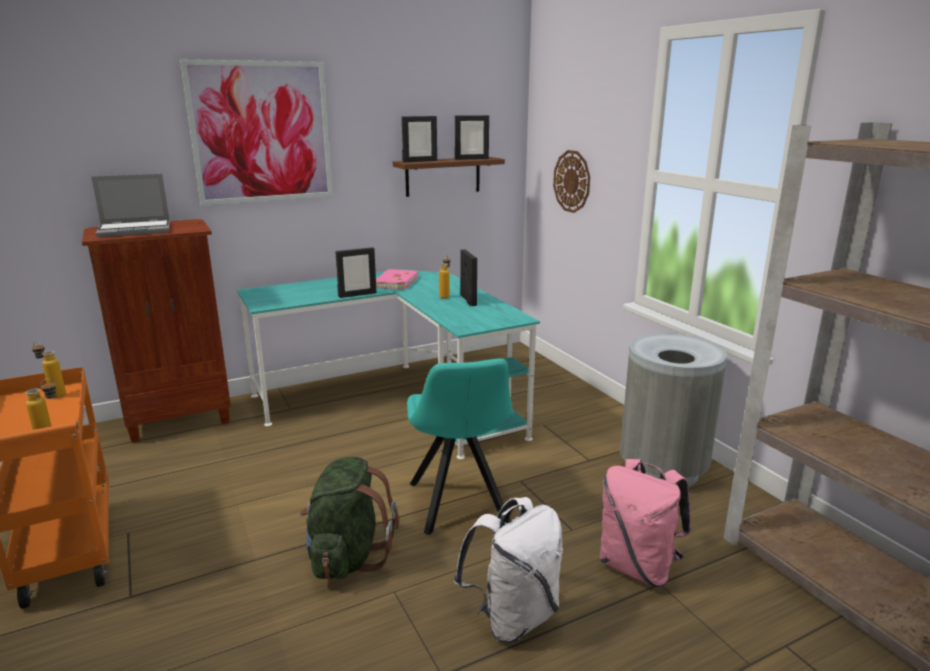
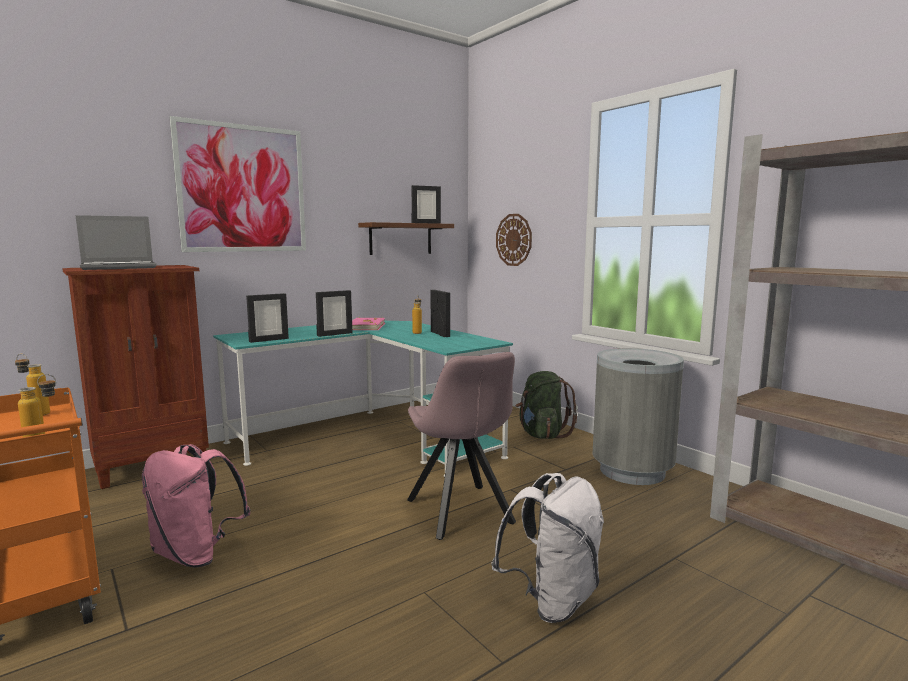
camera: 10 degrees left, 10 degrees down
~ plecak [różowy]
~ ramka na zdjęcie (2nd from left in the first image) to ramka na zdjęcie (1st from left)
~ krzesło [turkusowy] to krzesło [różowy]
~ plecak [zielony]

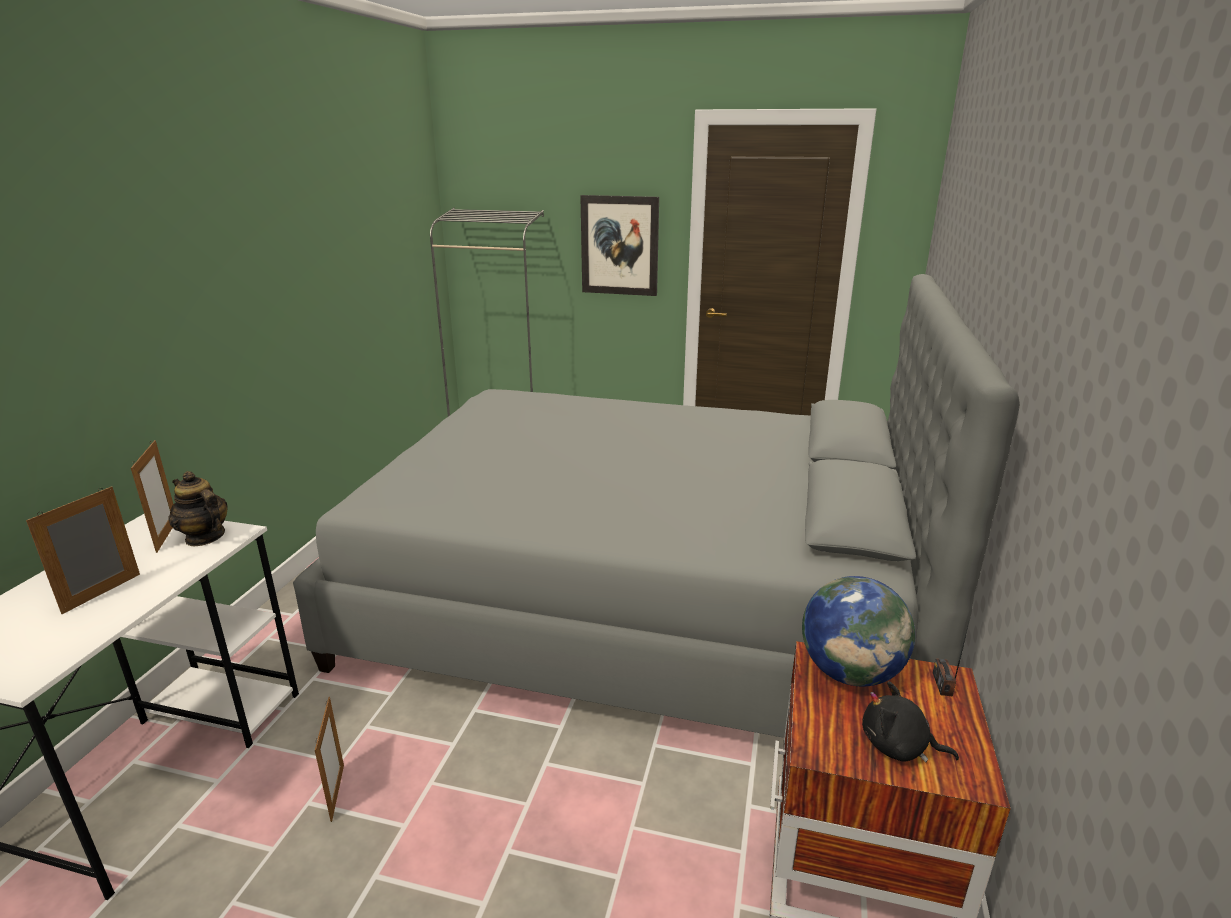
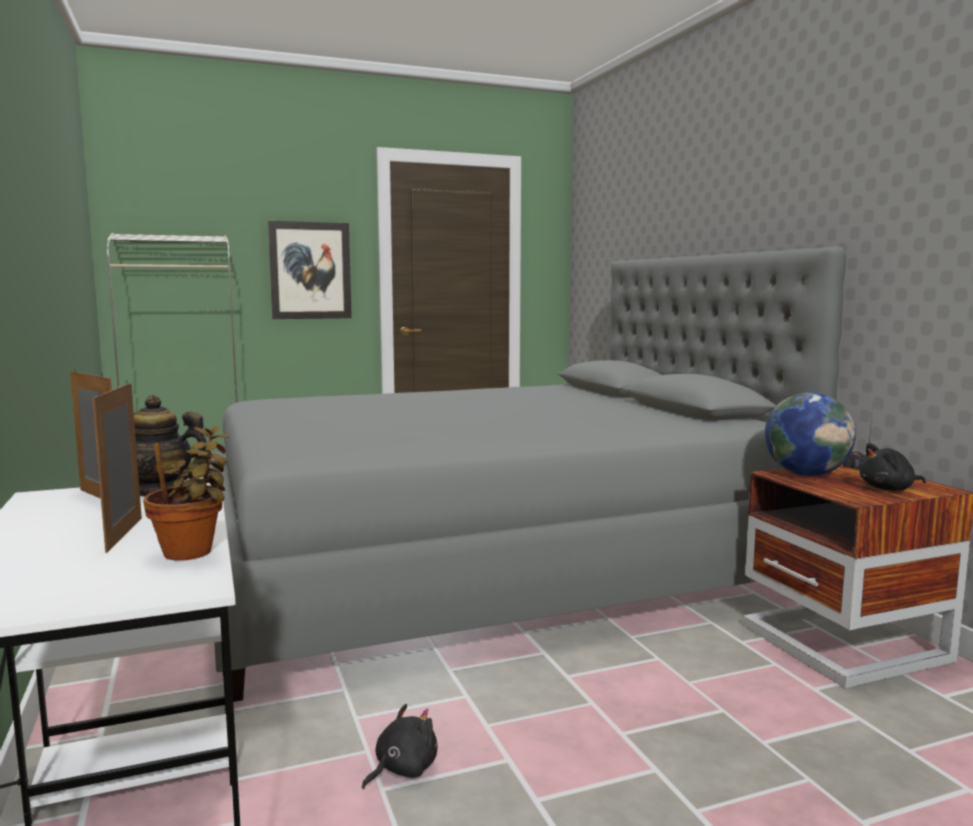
camera: 35 degrees left, 15 degrees down
+ roślina doniczkowa
~ ramka na zdjęcie (3rd from left) to pluszak [czarny] (1st from left)

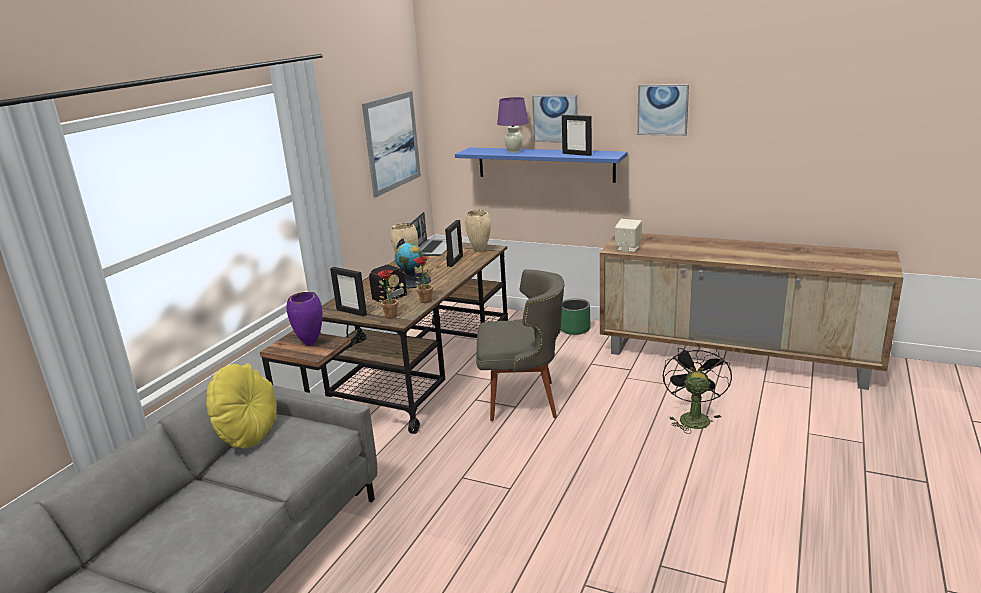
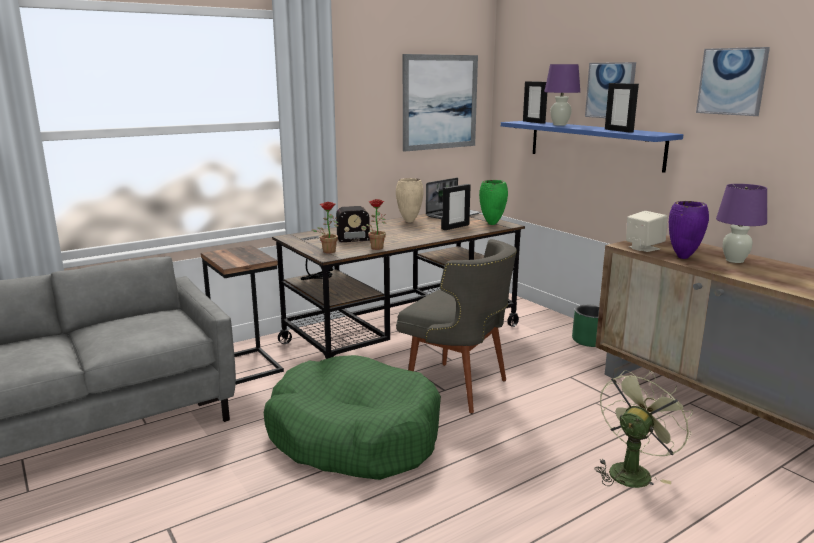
camera: 30 degrees right, 5 degrees down
+ legowisko [zielony]
~ wazon [beżowy] (2nd from left) to wazon [zielony]
~ ramka na zdjęcie (1st from left in the first image) to ramka na zdjęcie (2nd from left)
~ wentylator [czarny] to wentylator [zielony]
~ wazon [fioletowy]
+ lampa stołowa [fioletowy] (2nd from left)
- poduszka [żółty]
- globus

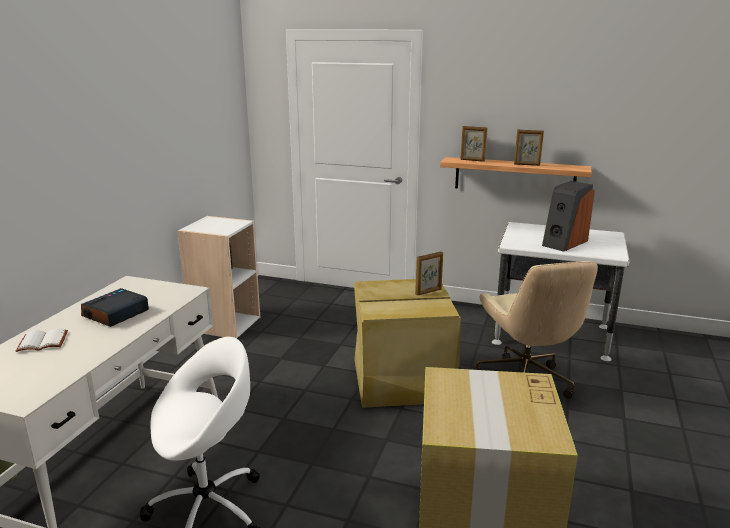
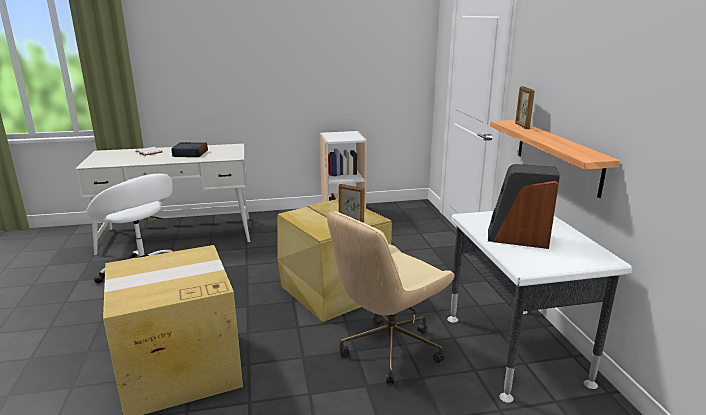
camera: 60 degrees right, 0 degrees up
- ramka na zdjęcie (3rd from left)

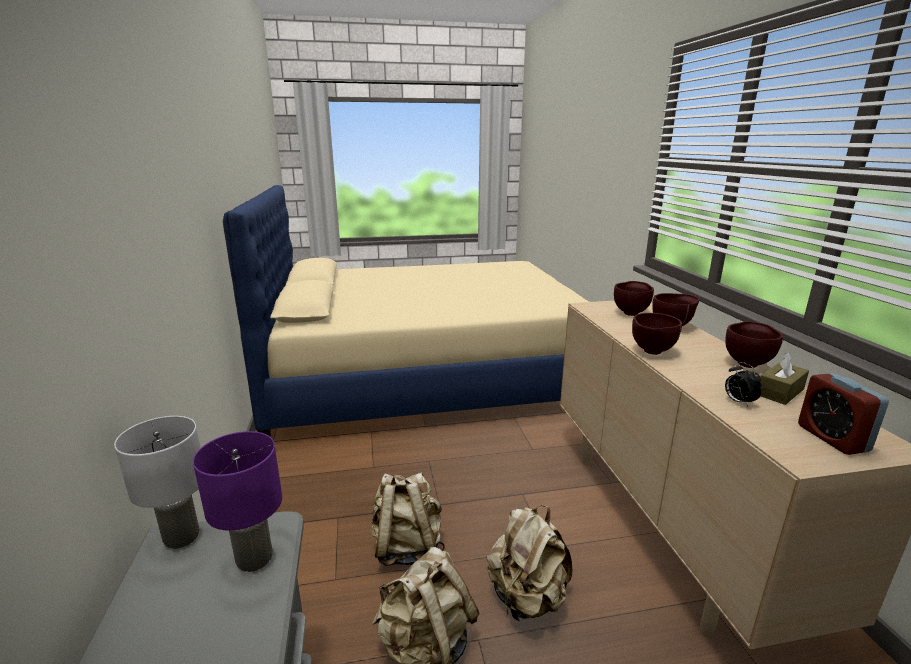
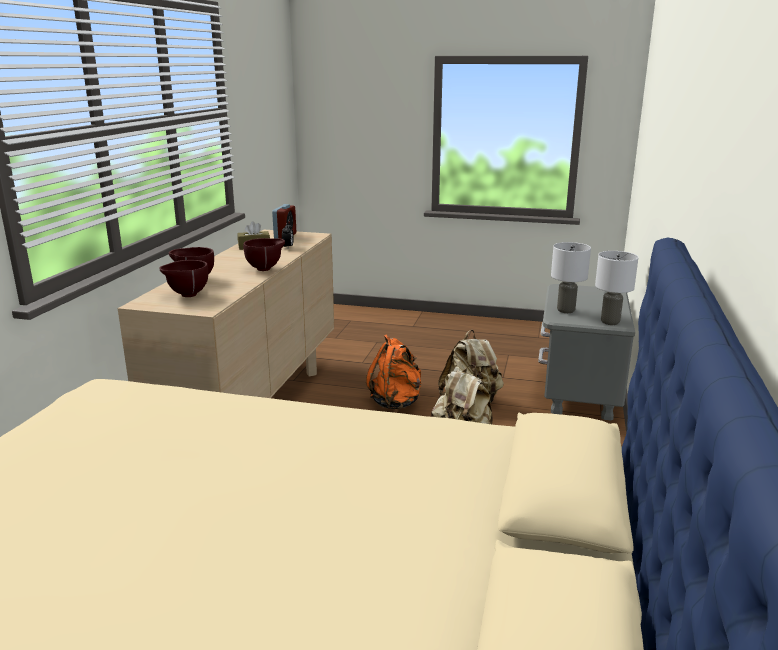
camera: 155 degrees left, 0 degrees up
~ plecak [beżowy] (3rd from left) to plecak [pomarańczowy]
~ lampa stołowa [fioletowy] to lampa stołowa [biały] (1st from left)
- miska [brązowy] (4th from left)

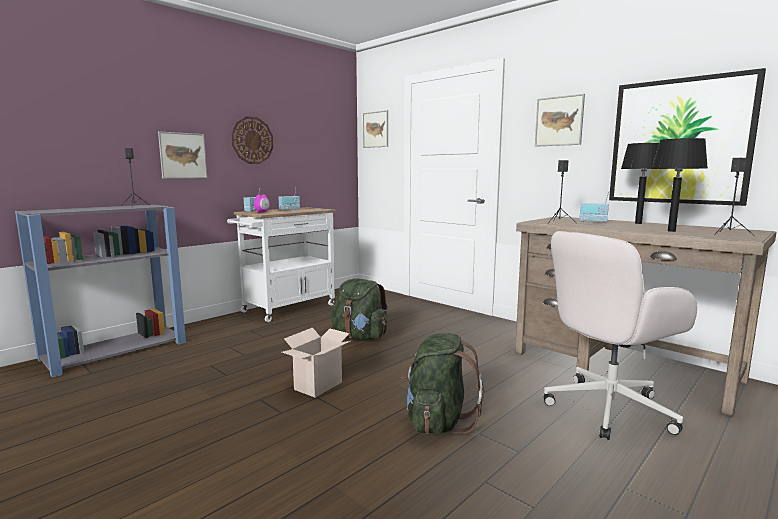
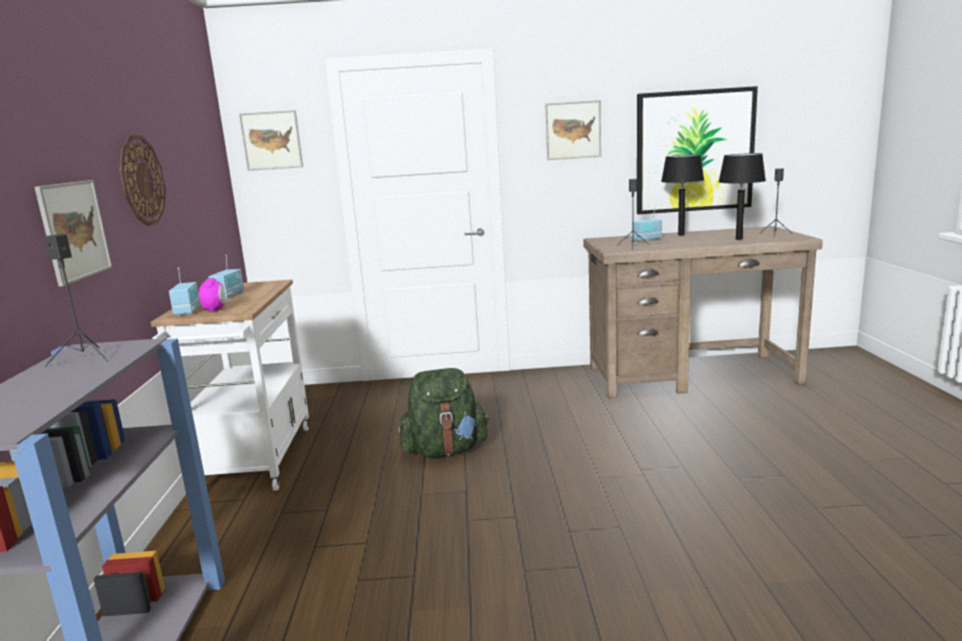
camera: 45 degrees left, 5 degrees up
- karton
- plecak [zielony] (2nd from left)
- krzesło biurowe [biały]

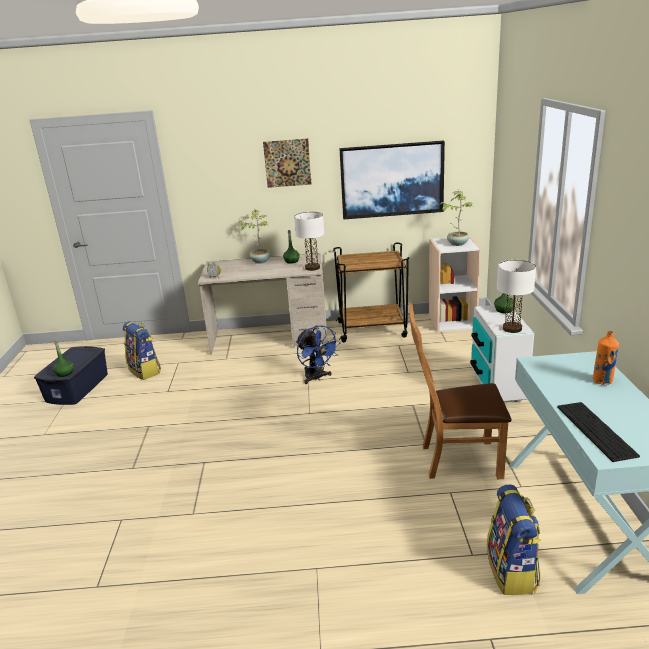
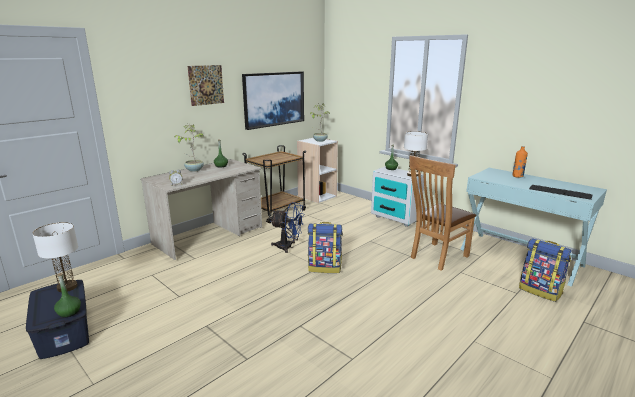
camera: 45 degrees left, 5 degrees down
~ lampa stołowa (1st from left)
~ plecak (1st from left)

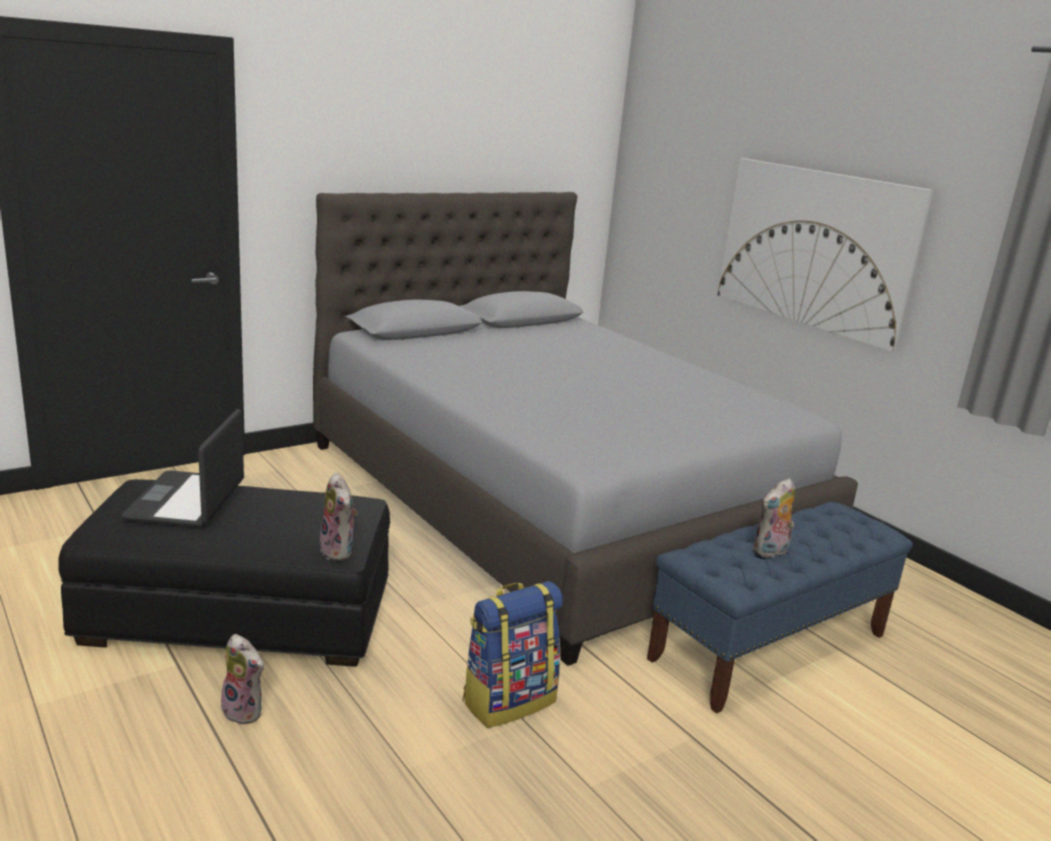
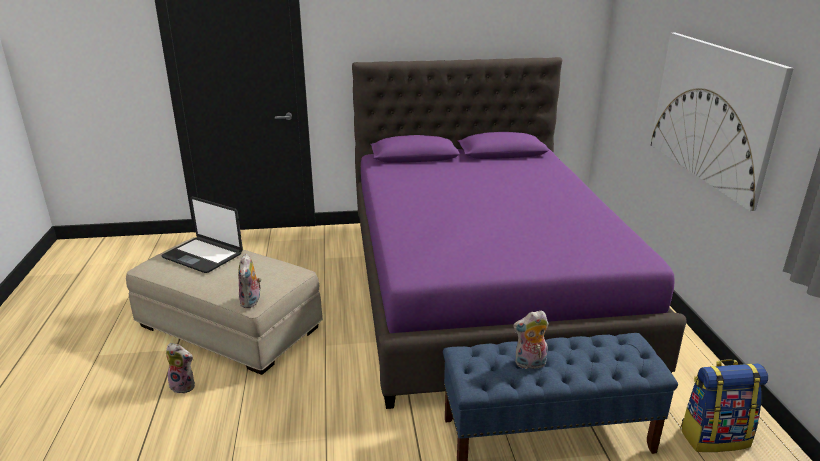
camera: 30 degrees right, 5 degrees up
~ pufa [czarny] to pufa [beżowy]
~ laptop 90 degrees counterclockwise
~ pluszak (1st from left) 45 degrees counterclockwise
~ łóżko [szary] to łóżko [fioletowy]
~ plecak

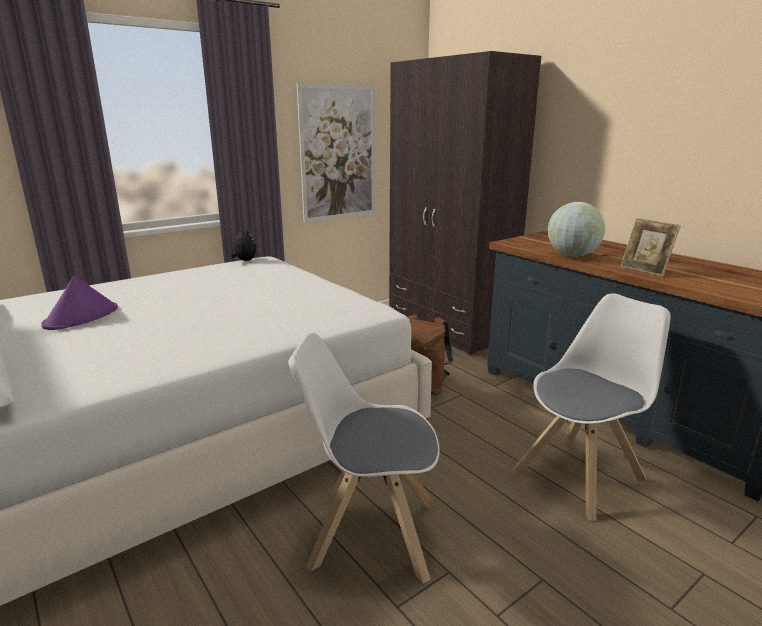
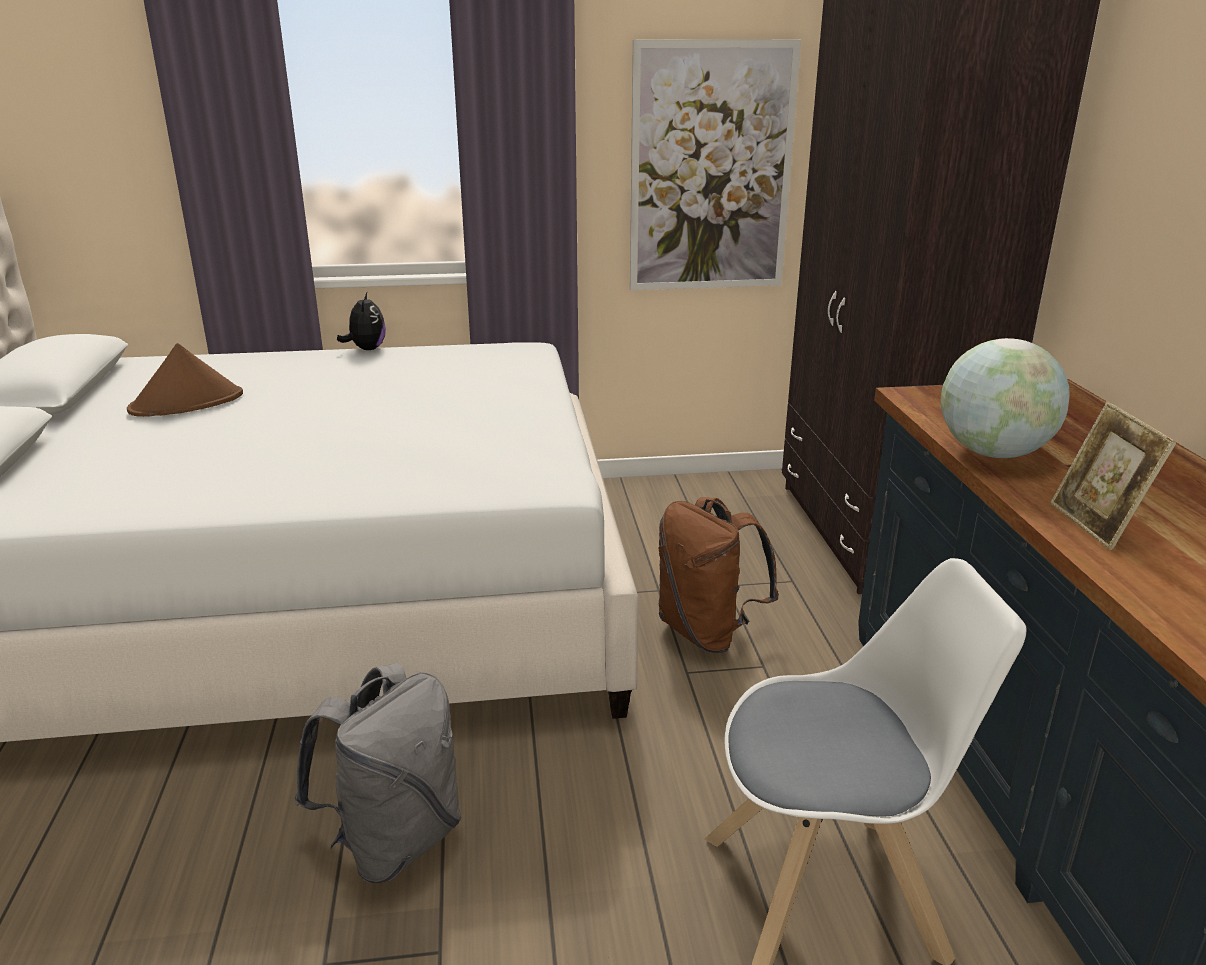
camera: 30 degrees right, 5 degrees up
~ kapelusz [fioletowy] to kapelusz [brązowy]
~ krzesło (1st from left) to plecak [szary]
~ pluszak

